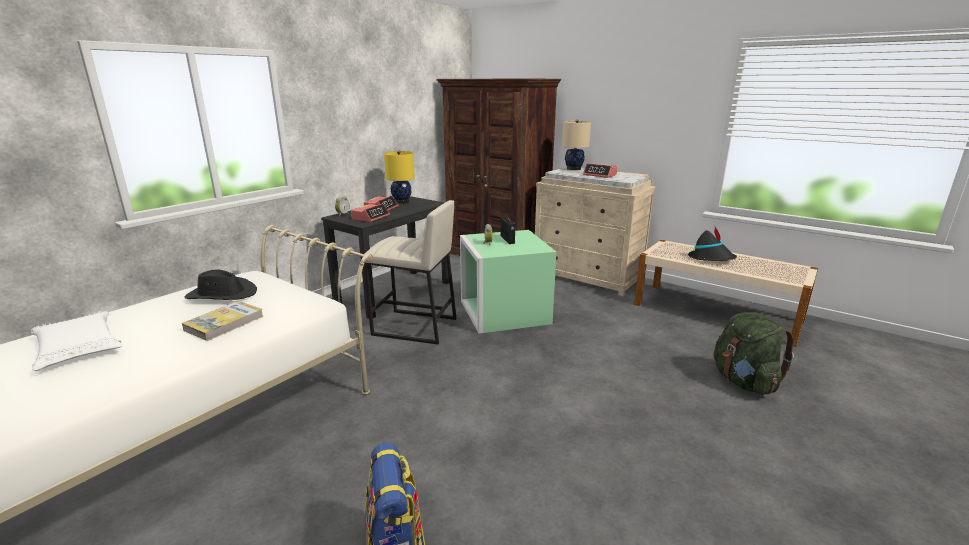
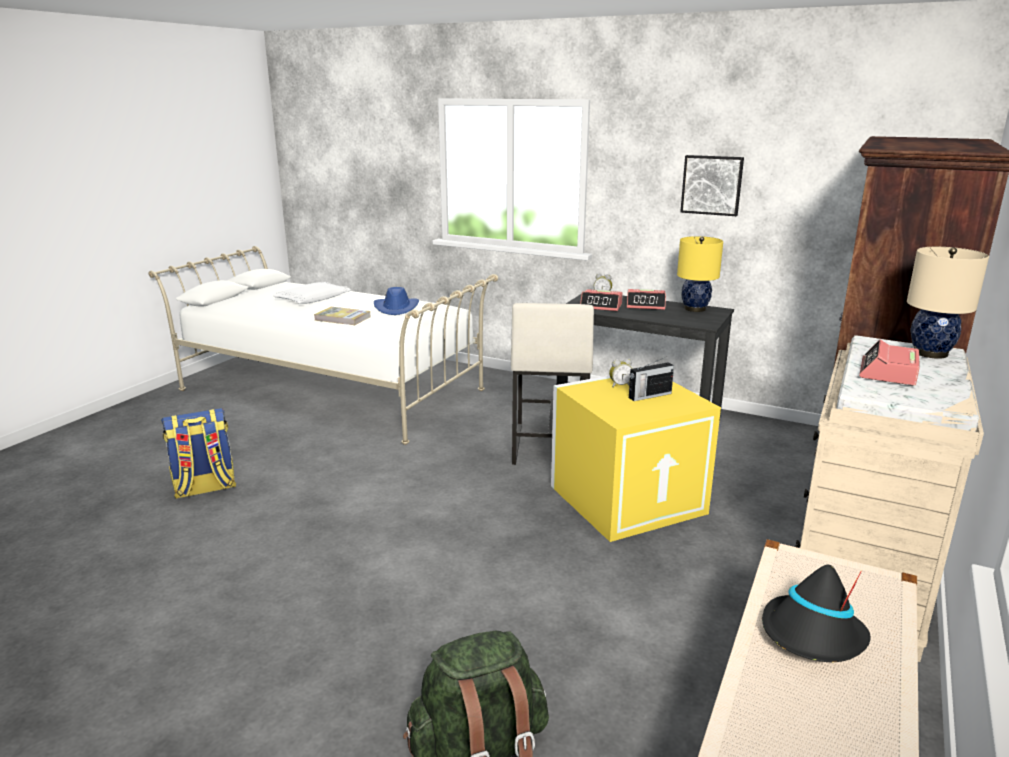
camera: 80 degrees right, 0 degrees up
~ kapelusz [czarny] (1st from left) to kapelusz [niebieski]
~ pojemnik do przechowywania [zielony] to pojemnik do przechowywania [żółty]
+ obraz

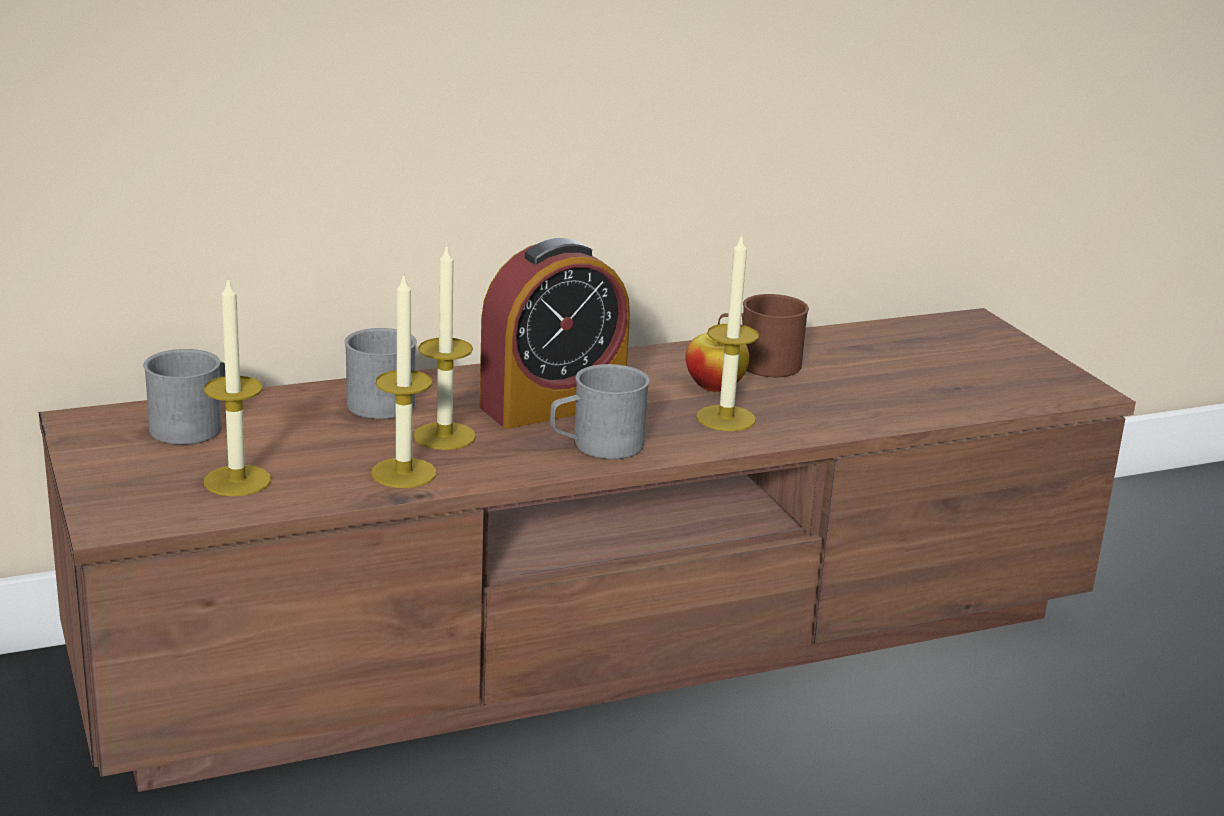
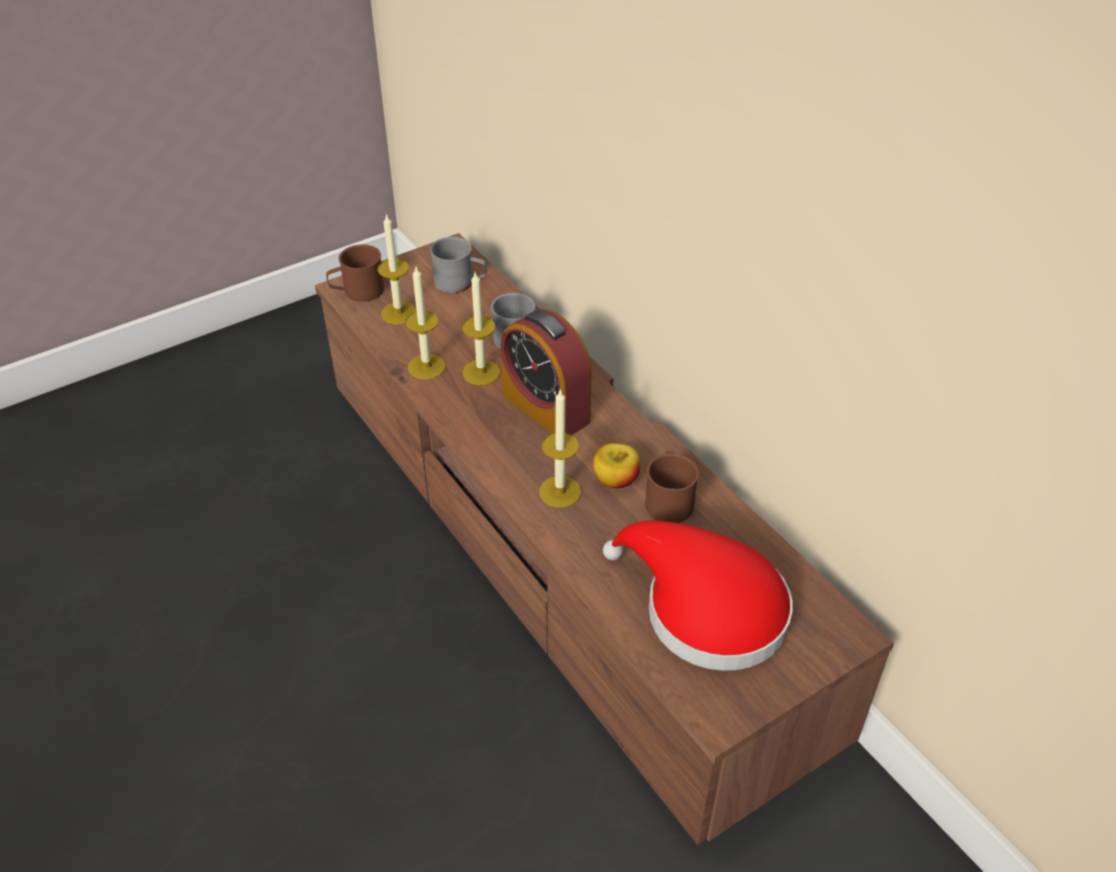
camera: 80 degrees right, 20 degrees up
+ kubek [brązowy] (1st from left)
+ kapelusz [czerwony]
- kubek [szary] (3rd from left)

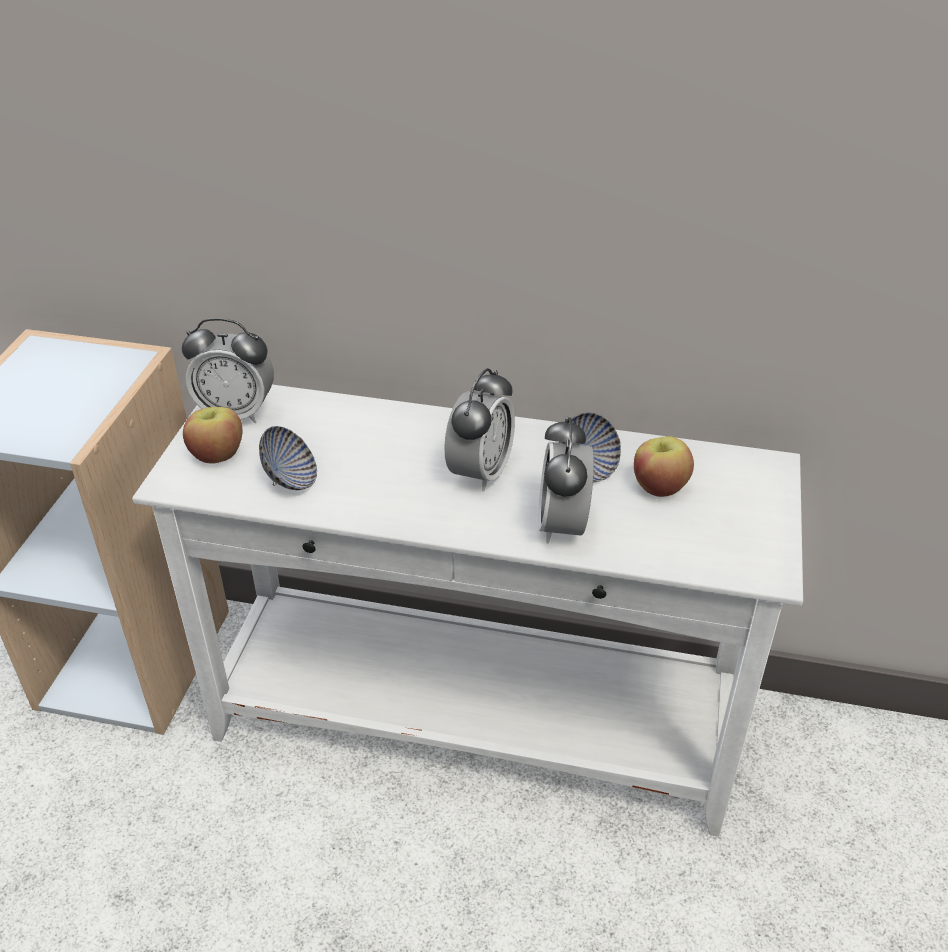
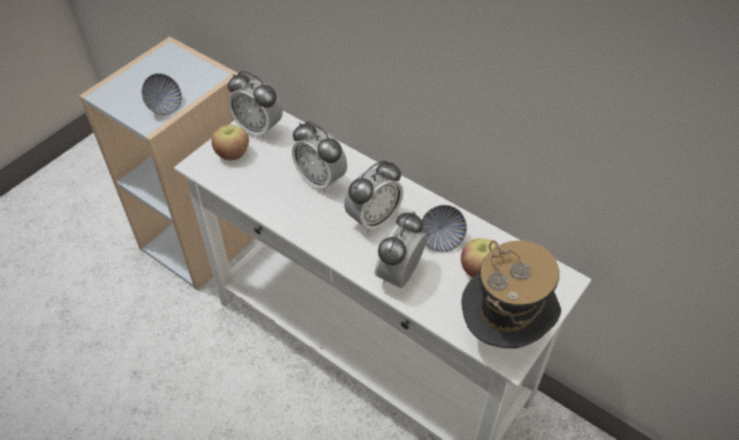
camera: 25 degrees right, 10 degrees up
~ miska (1st from left)
+ budzik (2nd from left)
+ kapelusz

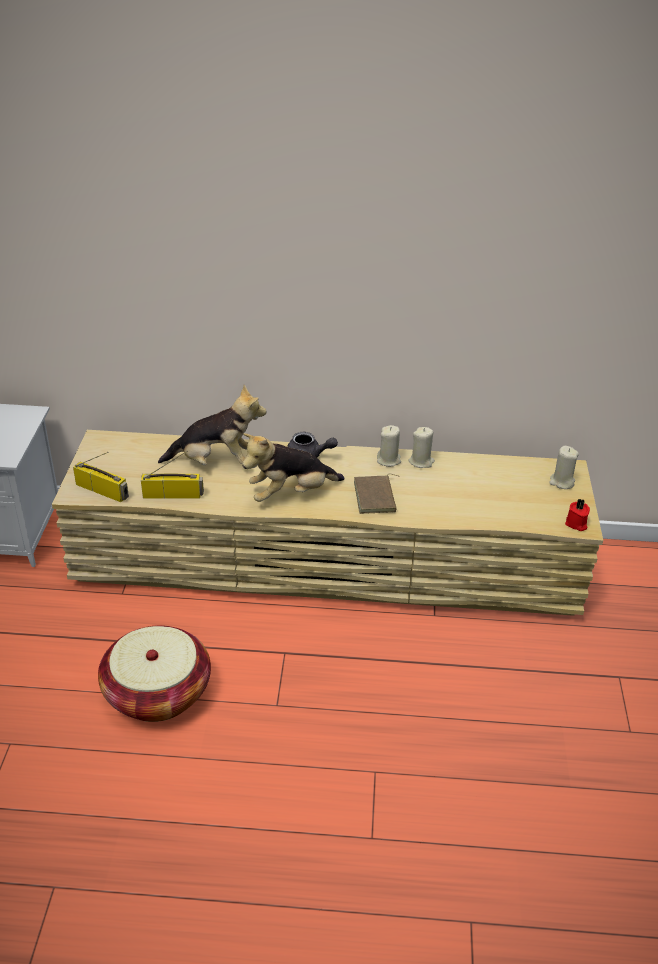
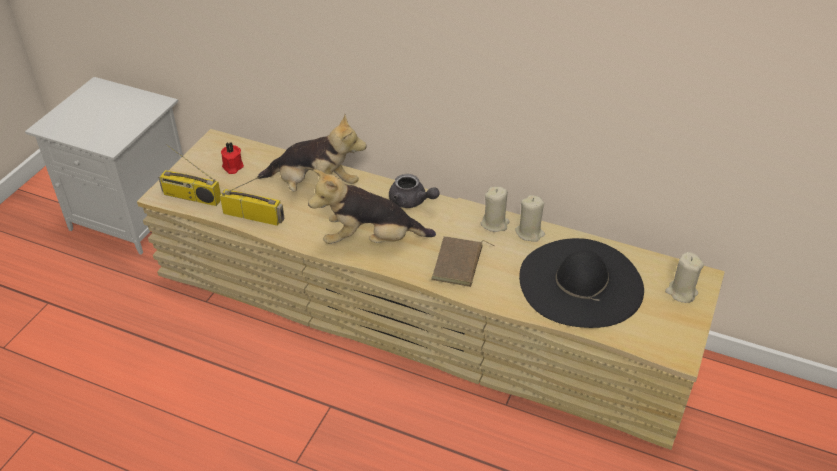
camera: 20 degrees right, 5 degrees up
~ radio (1st from left) 150 degrees clockwise
~ świeca [czerwony]
+ kapelusz [czarny]
- koszyk

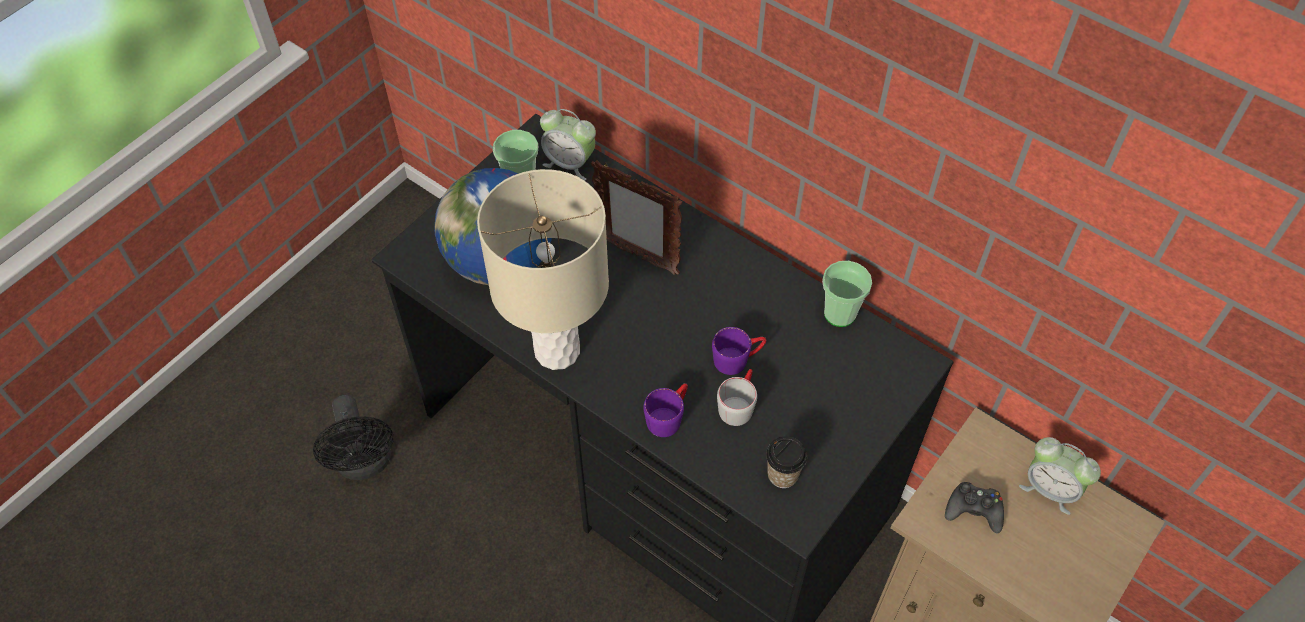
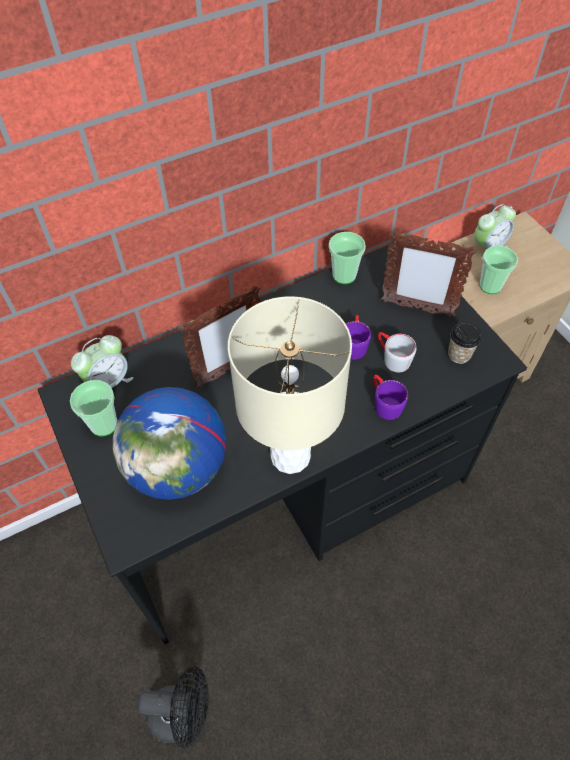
camera: 65 degrees left, 0 degrees up
+ ramka na zdjęcie (2nd from left)
~ pad do gier [czarny] to filiżanka (4th from left)

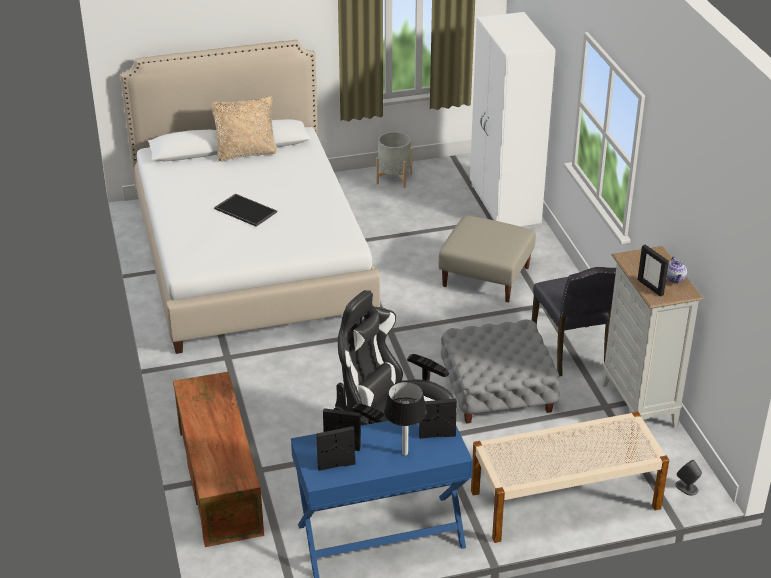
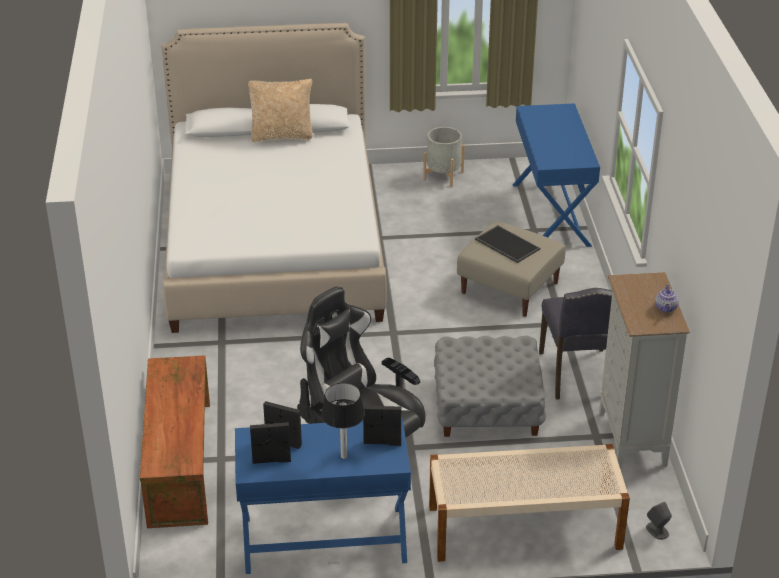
camera: 10 degrees right, 0 degrees up
~ taca
~ szafa [biały] to biurko [niebieski] (2nd from left)
- ramka na zdjęcie (4th from left)

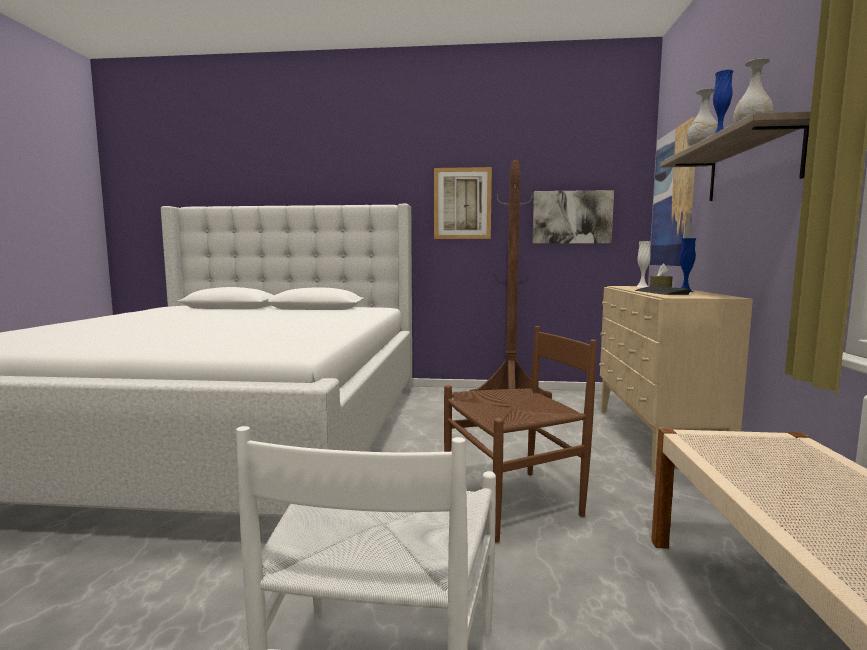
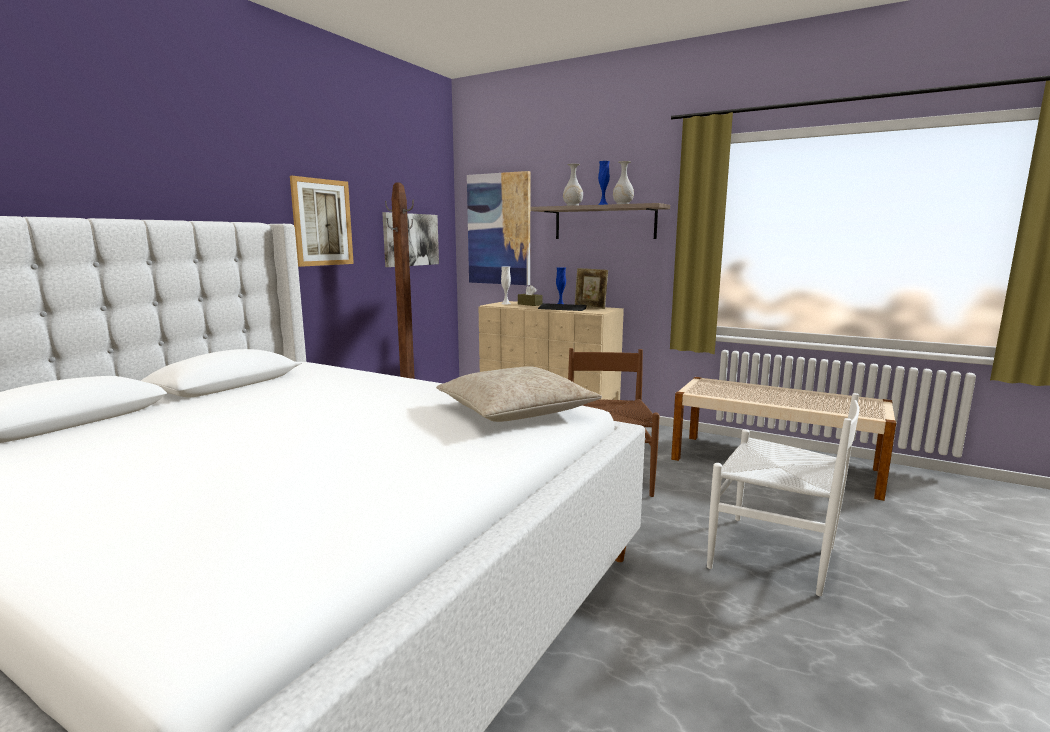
camera: 65 degrees left, 5 degrees up
+ poduszka [beżowy]
+ ramka na zdjęcie

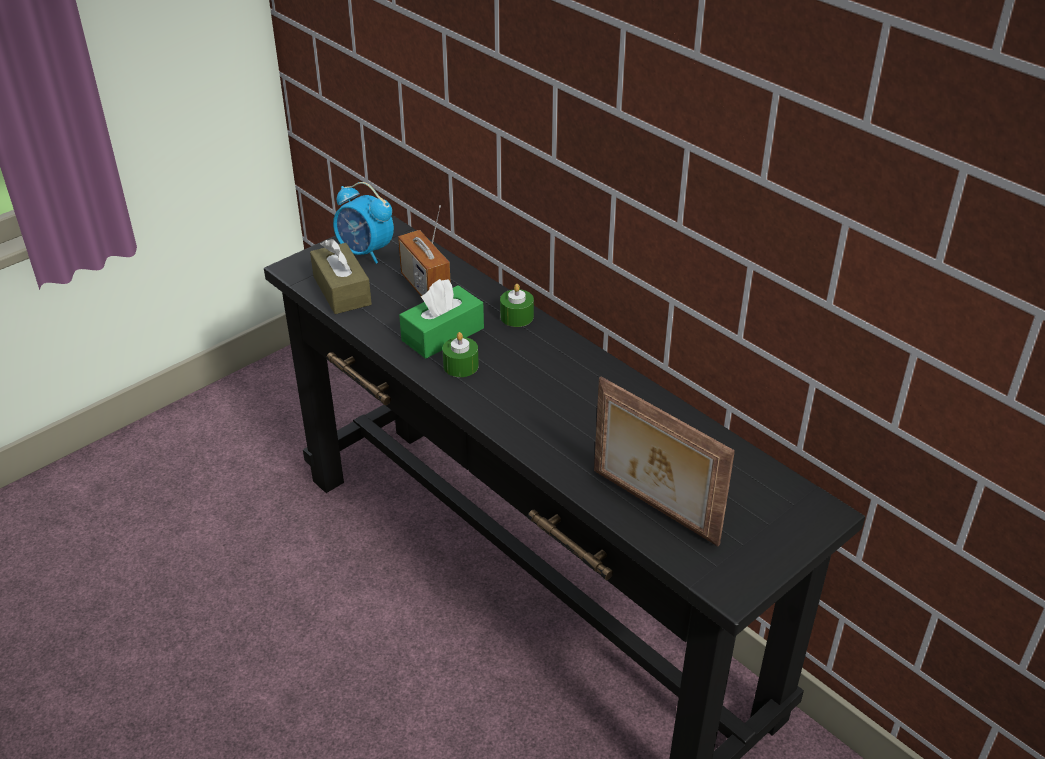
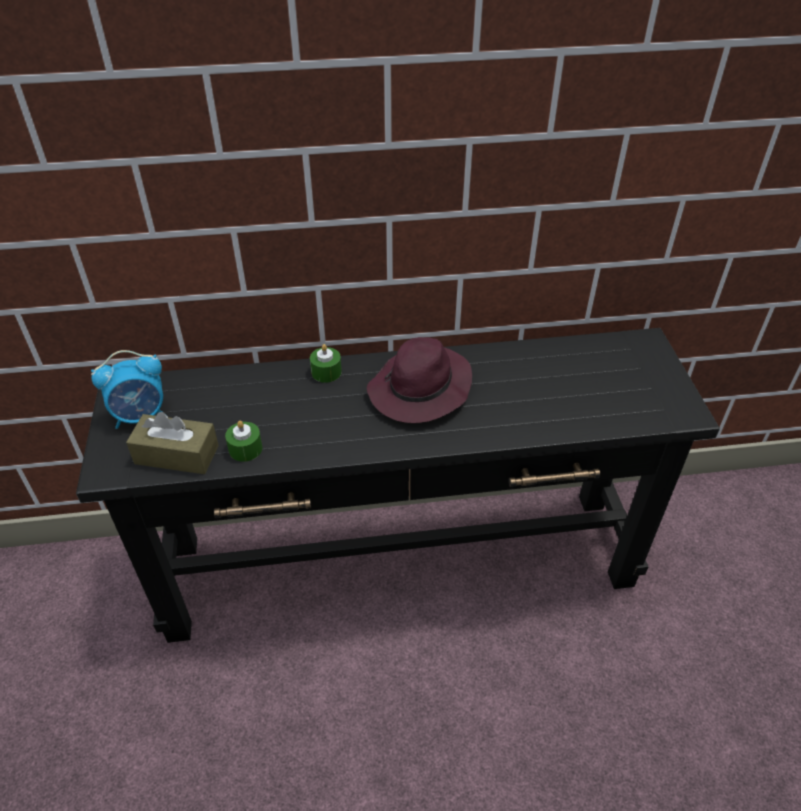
camera: 55 degrees left, 5 degrees up
~ świeca [zielony] (1st from left)
+ kapelusz [fioletowy]
- radio
- pudełko chusteczek [zielony]
- ramka na zdjęcie

